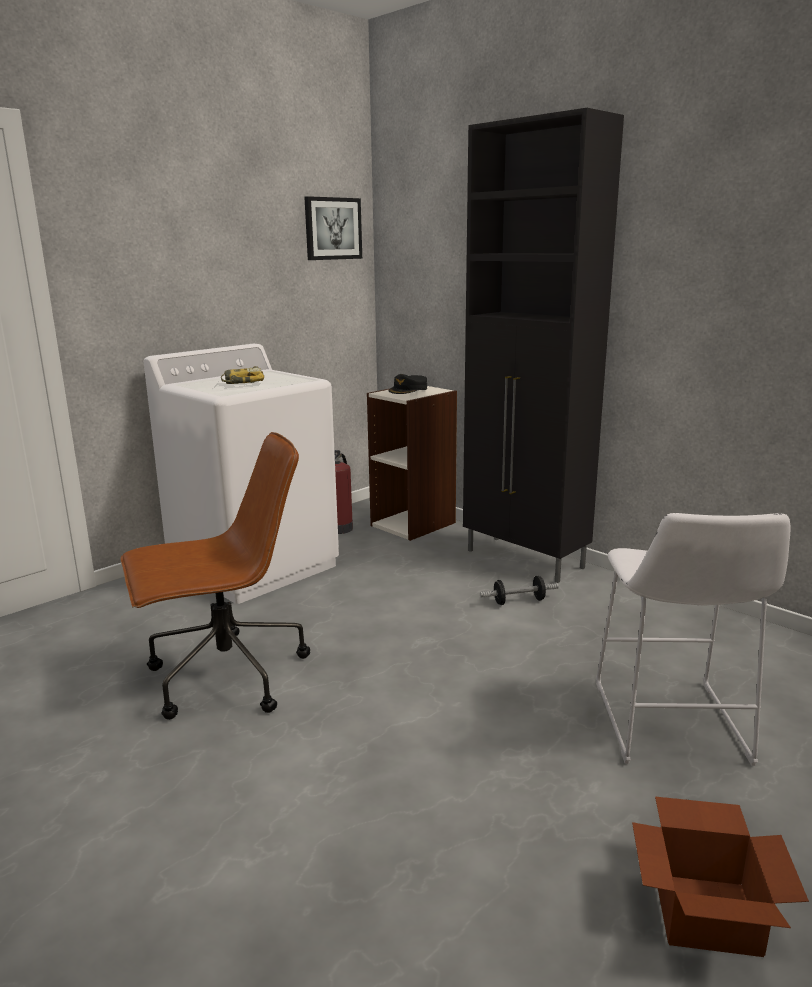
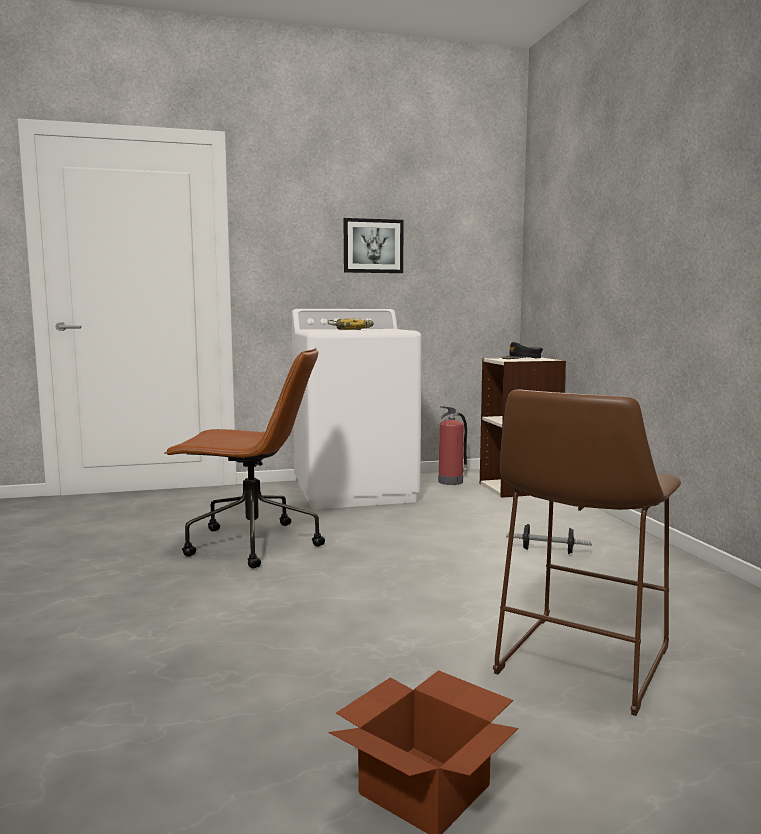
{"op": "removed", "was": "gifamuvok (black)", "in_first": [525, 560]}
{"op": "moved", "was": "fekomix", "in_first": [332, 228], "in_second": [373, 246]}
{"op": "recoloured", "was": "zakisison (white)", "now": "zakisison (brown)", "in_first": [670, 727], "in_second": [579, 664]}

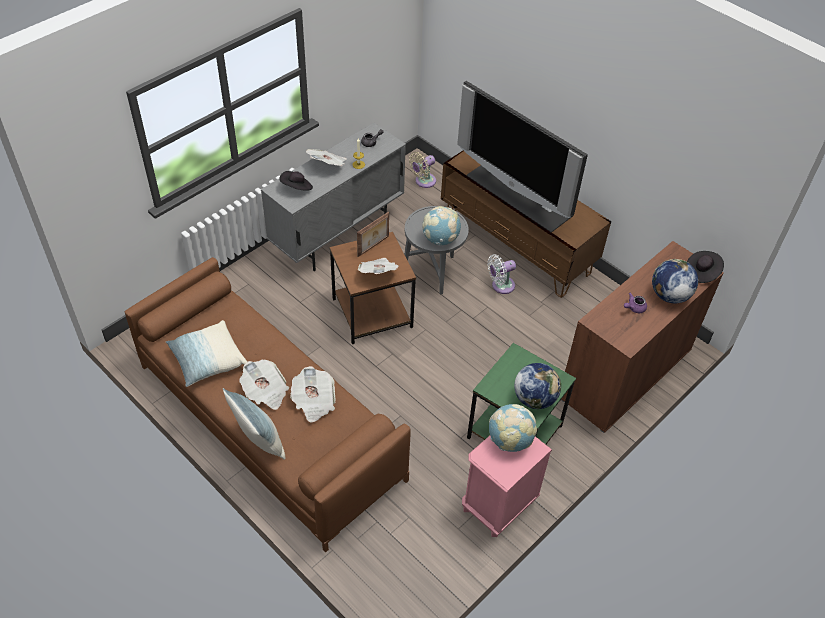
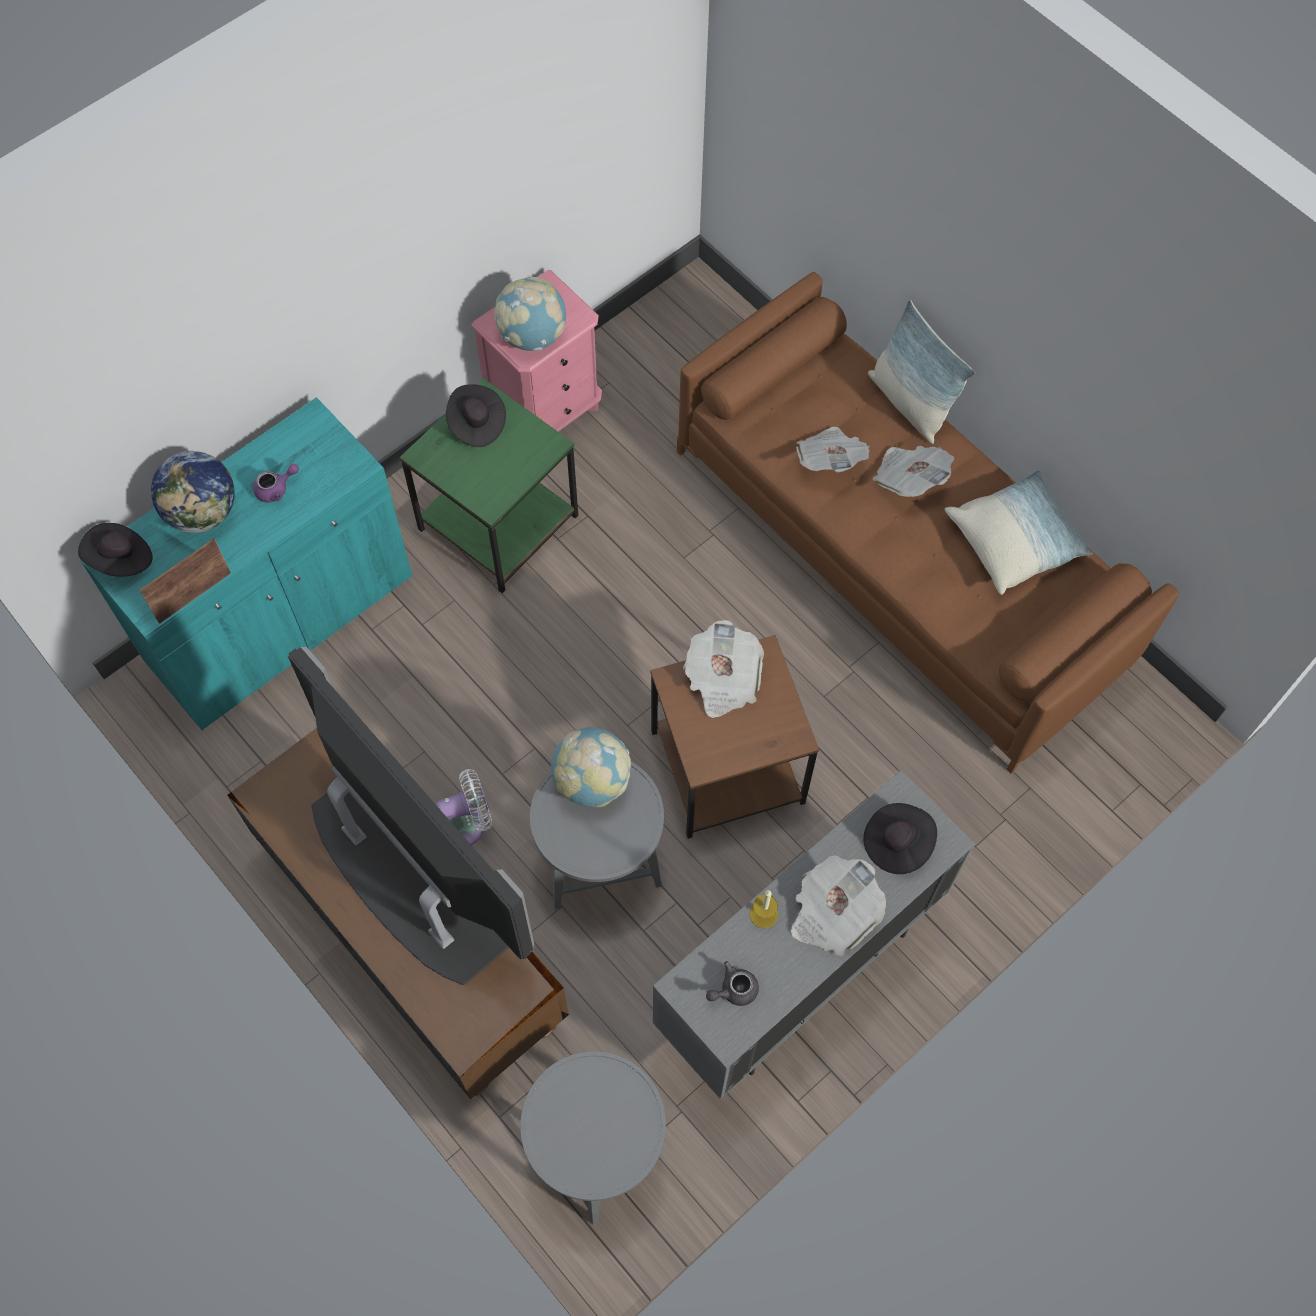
{"op": "moved", "was": "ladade", "in_first": [373, 246], "in_second": [193, 596]}
{"op": "replaced", "was": "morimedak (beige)", "now": "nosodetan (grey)", "in_first": [423, 181], "in_second": [597, 1149]}
{"op": "replaced", "was": "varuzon", "now": "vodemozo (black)", "in_first": [534, 398], "in_second": [476, 424]}
{"op": "recoloured", "was": "gifamuvok (brown)", "now": "gifamuvok (turquoise)", "in_first": [625, 374], "in_second": [280, 619]}

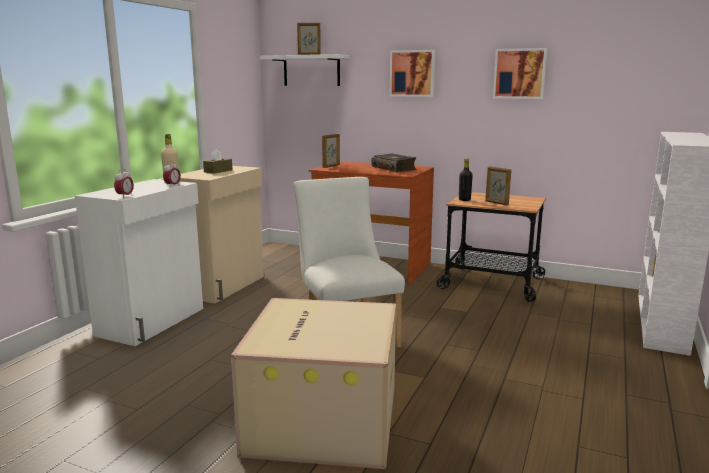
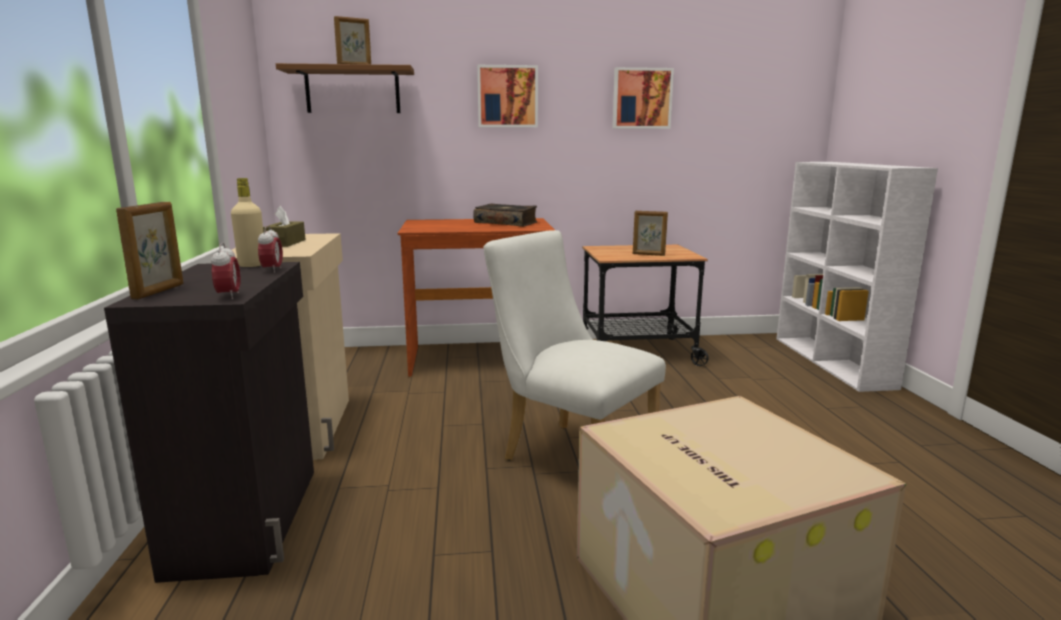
{"op": "removed", "was": "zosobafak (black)", "in_first": [464, 200]}
{"op": "moved", "was": "ladade", "in_first": [331, 166], "in_second": [159, 291]}
{"op": "recoloured", "was": "gifamuvok (white)", "now": "gifamuvok (black)", "in_first": [153, 321], "in_second": [249, 518]}
{"op": "recoloured", "was": "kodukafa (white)", "now": "kodukafa (brown)", "in_first": [311, 71], "in_second": [352, 91]}

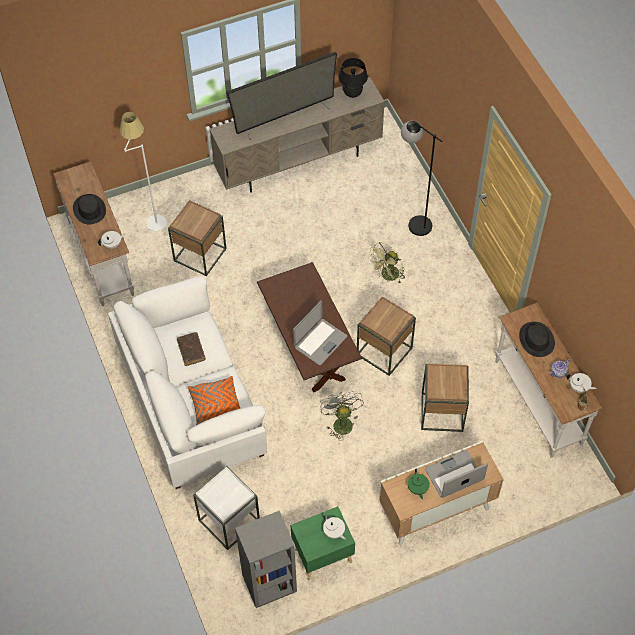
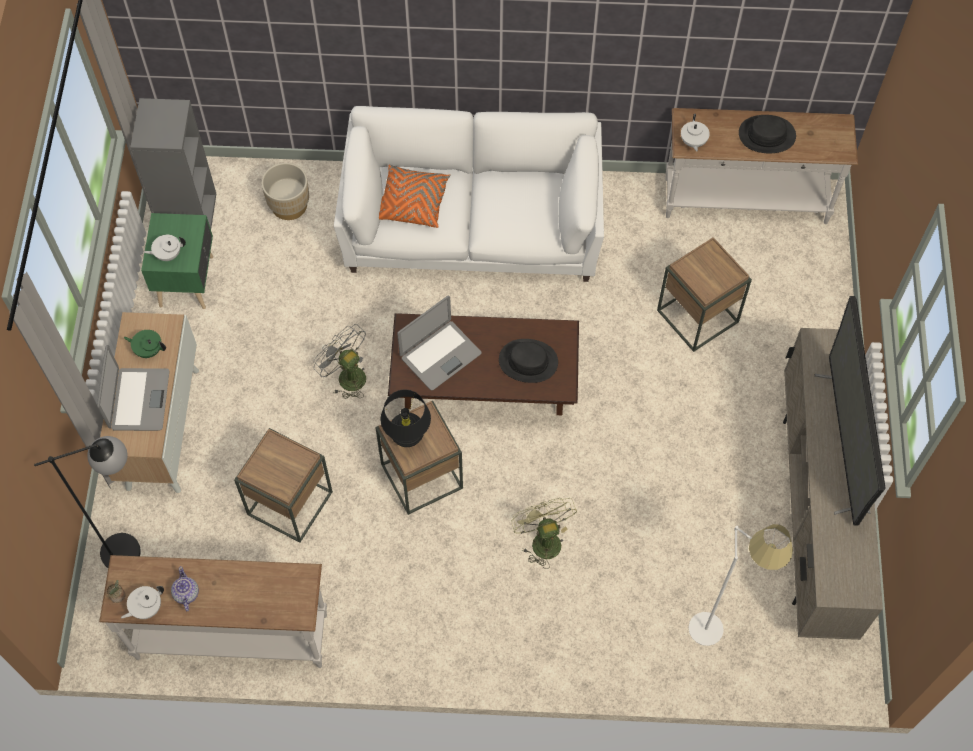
{"op": "removed", "was": "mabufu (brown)", "in_first": [191, 351]}
{"op": "moved", "was": "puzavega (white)", "in_first": [151, 217], "in_second": [721, 625]}
{"op": "moved", "was": "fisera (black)", "in_first": [352, 93], "in_second": [407, 436]}
{"op": "moved", "was": "puzavega (black)", "in_first": [413, 221], "in_second": [134, 547]}
{"op": "moved", "was": "vodemozo (black)", "in_first": [536, 340], "in_second": [528, 361]}
{"op": "replaced", "was": "nosodetan (white)", "now": "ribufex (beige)", "in_first": [229, 520], "in_second": [289, 205]}
{"op": "turned", "was": "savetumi", "in_first": [320, 342], "in_second": [440, 355], "clockwise": -105}
{"op": "turned", "was": "morimedak (grey)", "in_first": [341, 422], "in_second": [346, 376], "clockwise": -150}

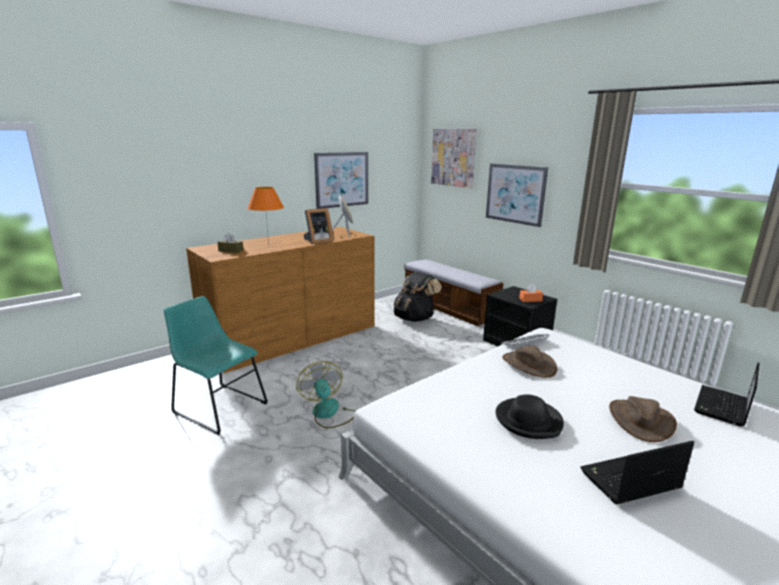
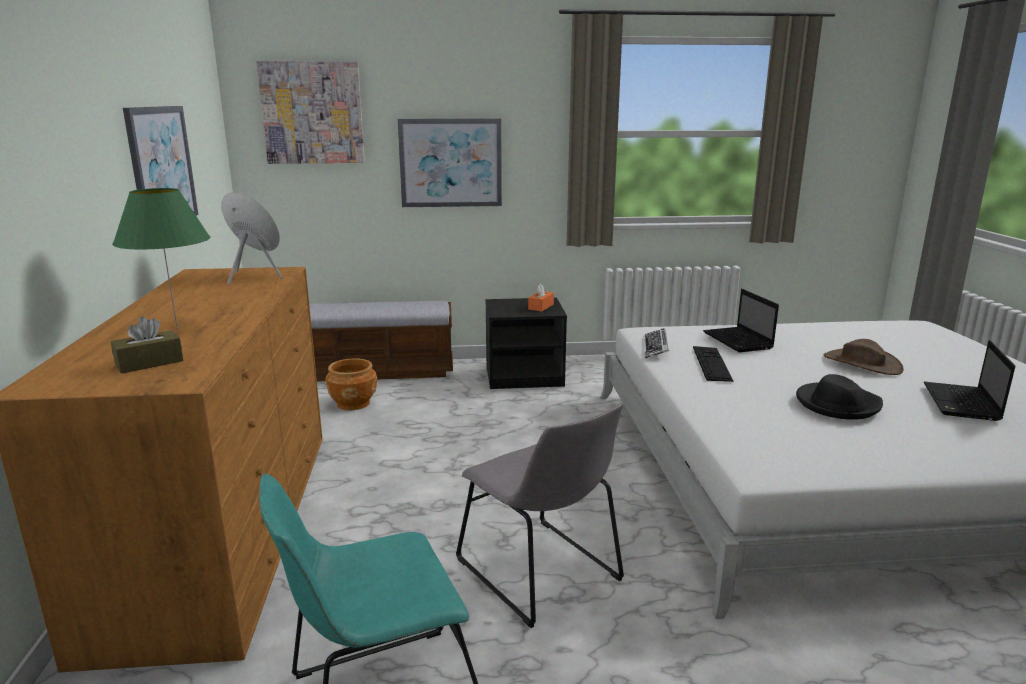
{"op": "removed", "was": "ladade", "in_first": [317, 241]}
{"op": "moved", "was": "savetumi", "in_first": [722, 407], "in_second": [738, 341]}
{"op": "replaced", "was": "morimedak", "now": "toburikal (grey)", "in_first": [328, 413], "in_second": [542, 573]}
{"op": "replaced", "was": "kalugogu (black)", "now": "ribufex (brown)", "in_first": [414, 318], "in_second": [353, 403]}
{"op": "replaced", "was": "vodemozo (brown)", "now": "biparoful", "in_first": [528, 364], "in_second": [711, 363]}
{"op": "recoloured", "was": "fisera (orange)", "now": "fisera (green)", "in_first": [268, 244], "in_second": [176, 328]}

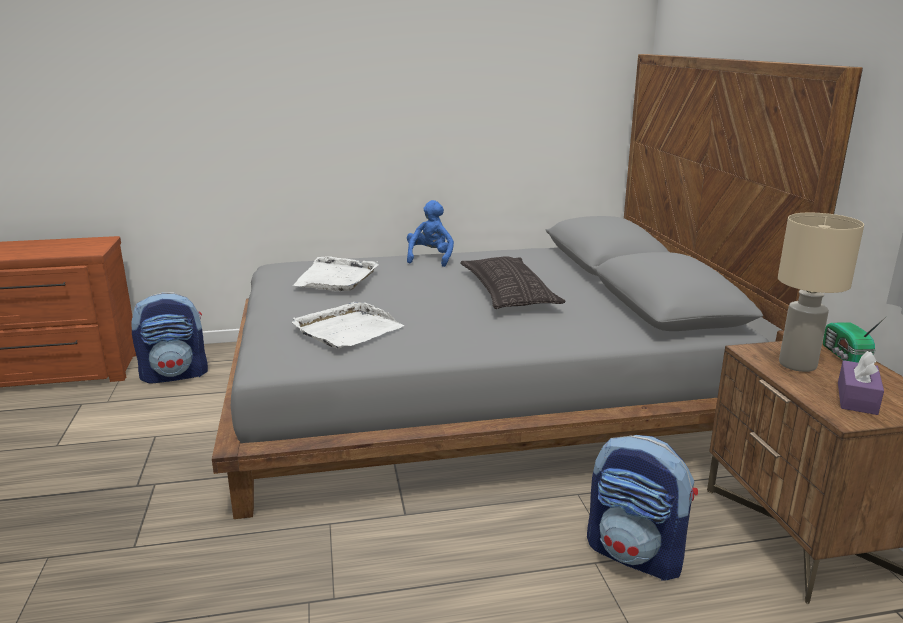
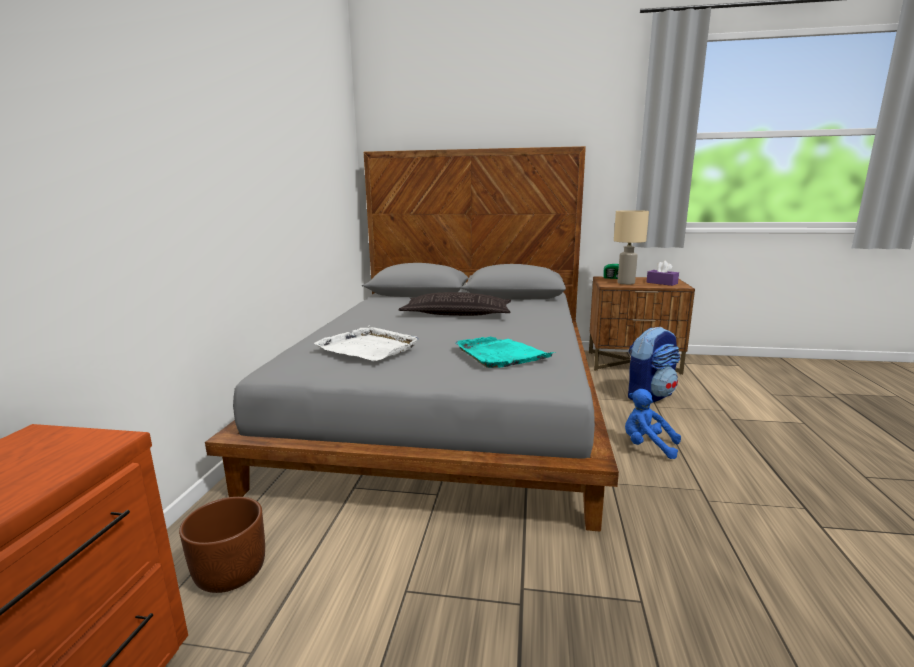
{"op": "moved", "was": "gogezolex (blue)", "in_first": [430, 258], "in_second": [647, 446]}
{"op": "replaced", "was": "kalugogu", "now": "ribufex (brown)", "in_first": [175, 374], "in_second": [230, 572]}
{"op": "recoloured", "was": "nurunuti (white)", "now": "nurunuti (turquoise)", "in_first": [347, 330], "in_second": [501, 355]}

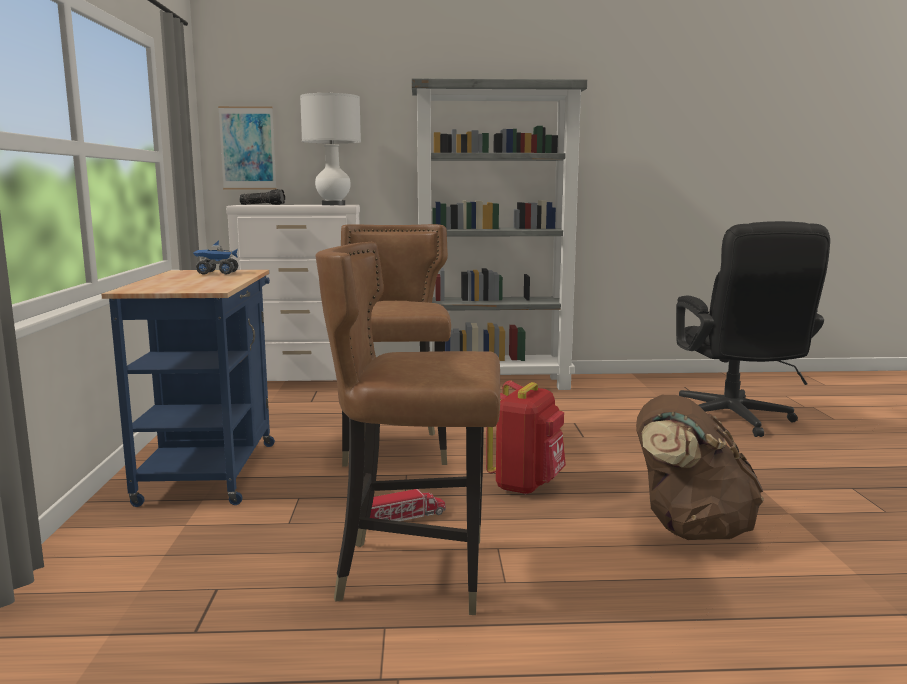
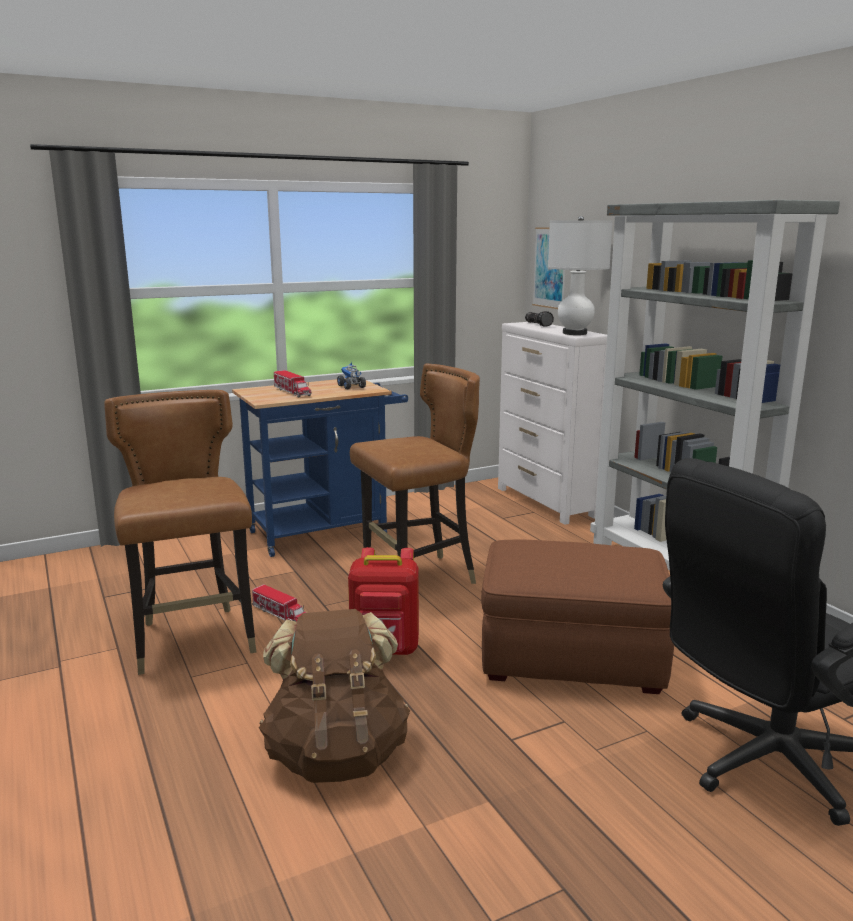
{"op": "added", "now": "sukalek", "in_second": [292, 392]}
{"op": "added", "now": "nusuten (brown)", "in_second": [570, 658]}

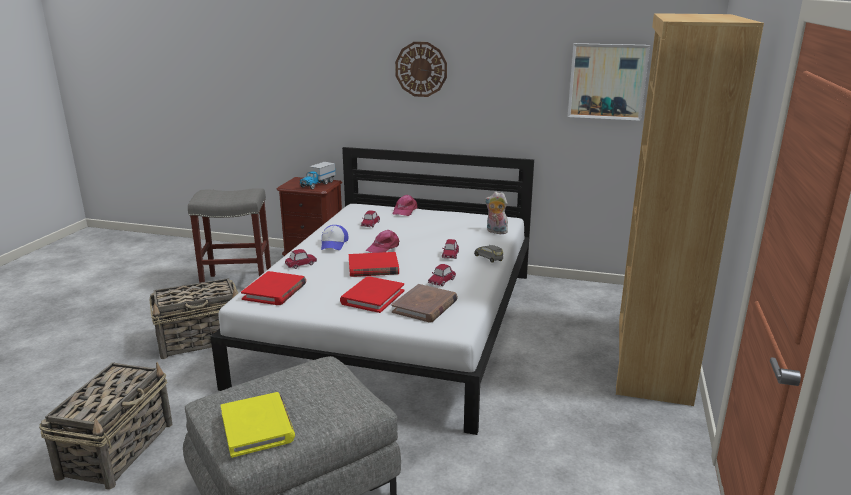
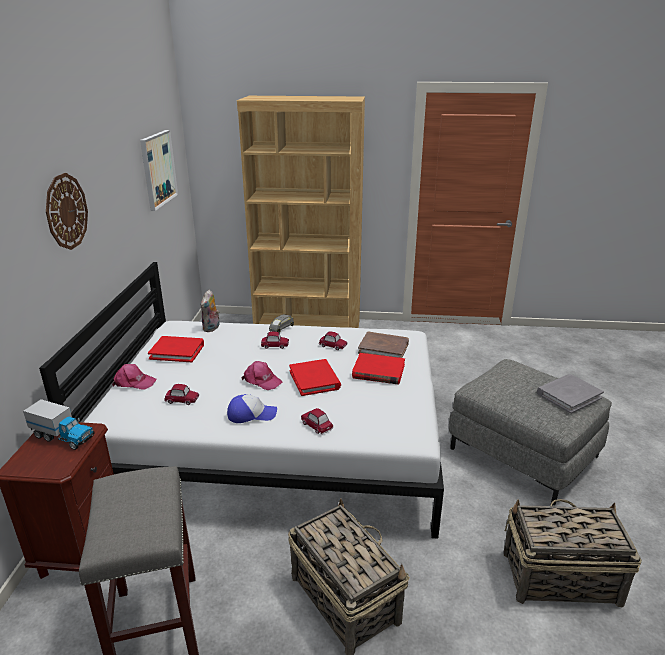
{"op": "moved", "was": "mabufu (red)", "in_first": [275, 291], "in_second": [177, 351]}
{"op": "recoloured", "was": "mabufu (yellow)", "now": "mabufu (grey)", "in_first": [257, 427], "in_second": [568, 395]}

